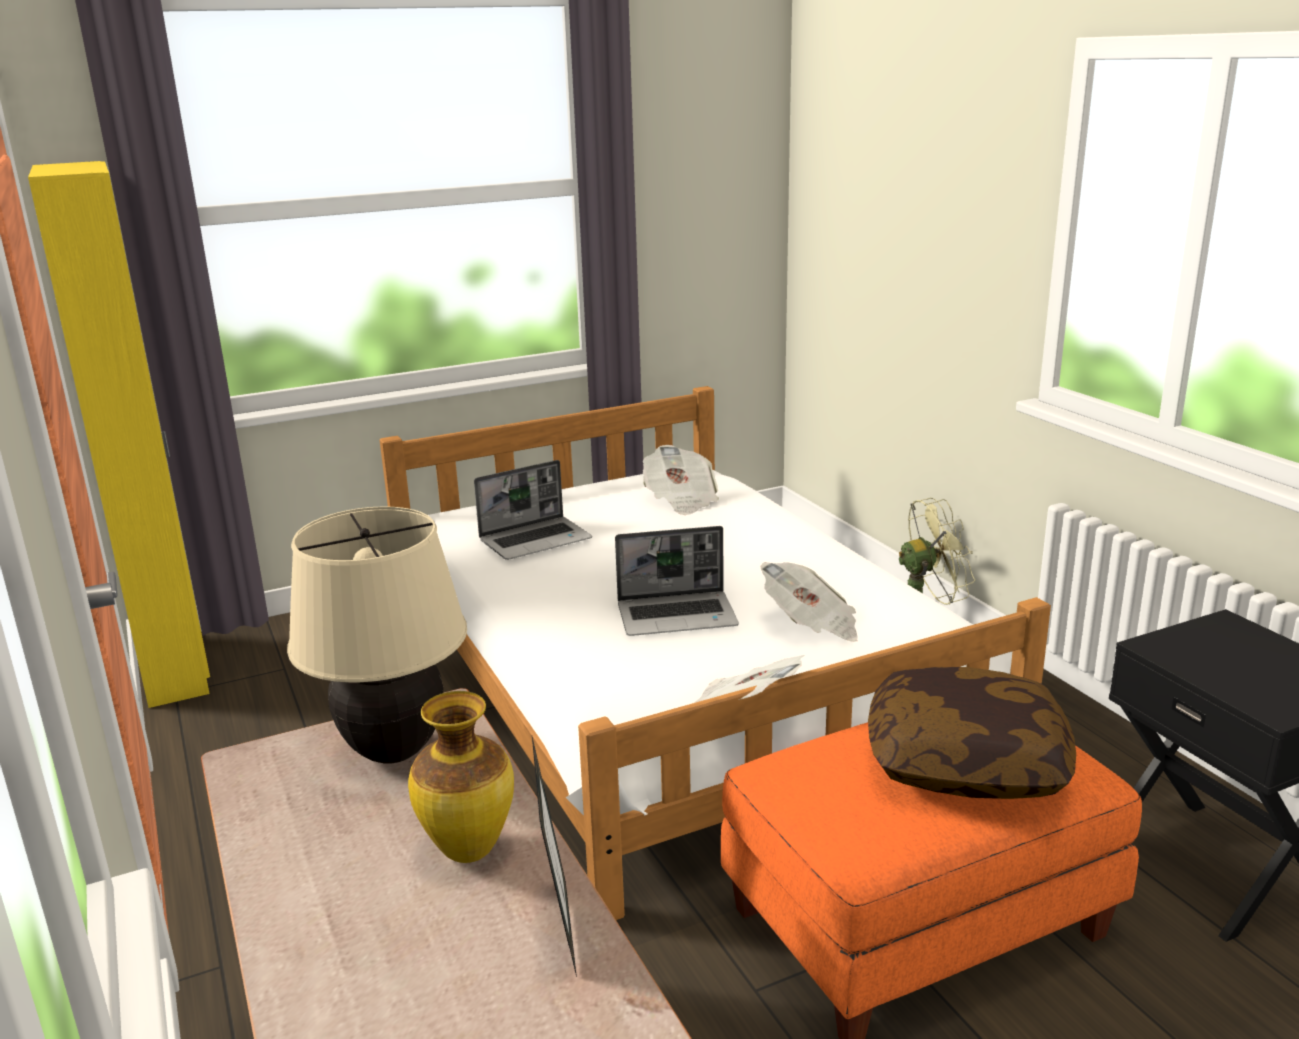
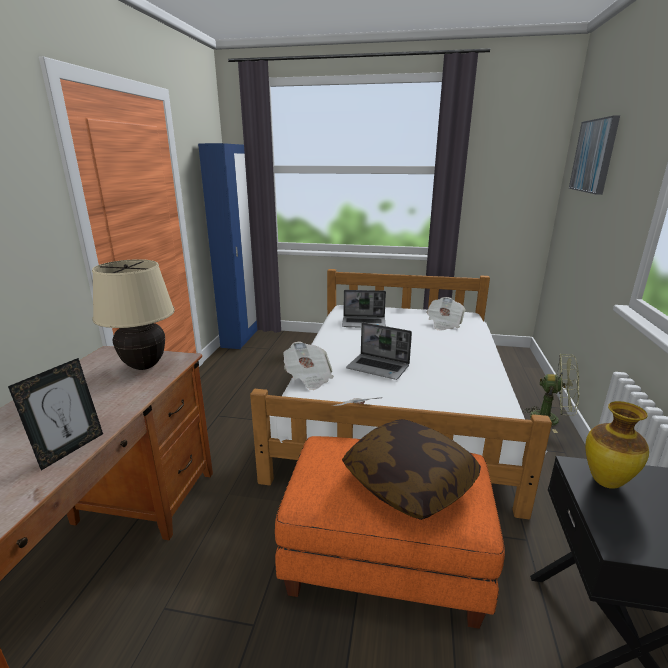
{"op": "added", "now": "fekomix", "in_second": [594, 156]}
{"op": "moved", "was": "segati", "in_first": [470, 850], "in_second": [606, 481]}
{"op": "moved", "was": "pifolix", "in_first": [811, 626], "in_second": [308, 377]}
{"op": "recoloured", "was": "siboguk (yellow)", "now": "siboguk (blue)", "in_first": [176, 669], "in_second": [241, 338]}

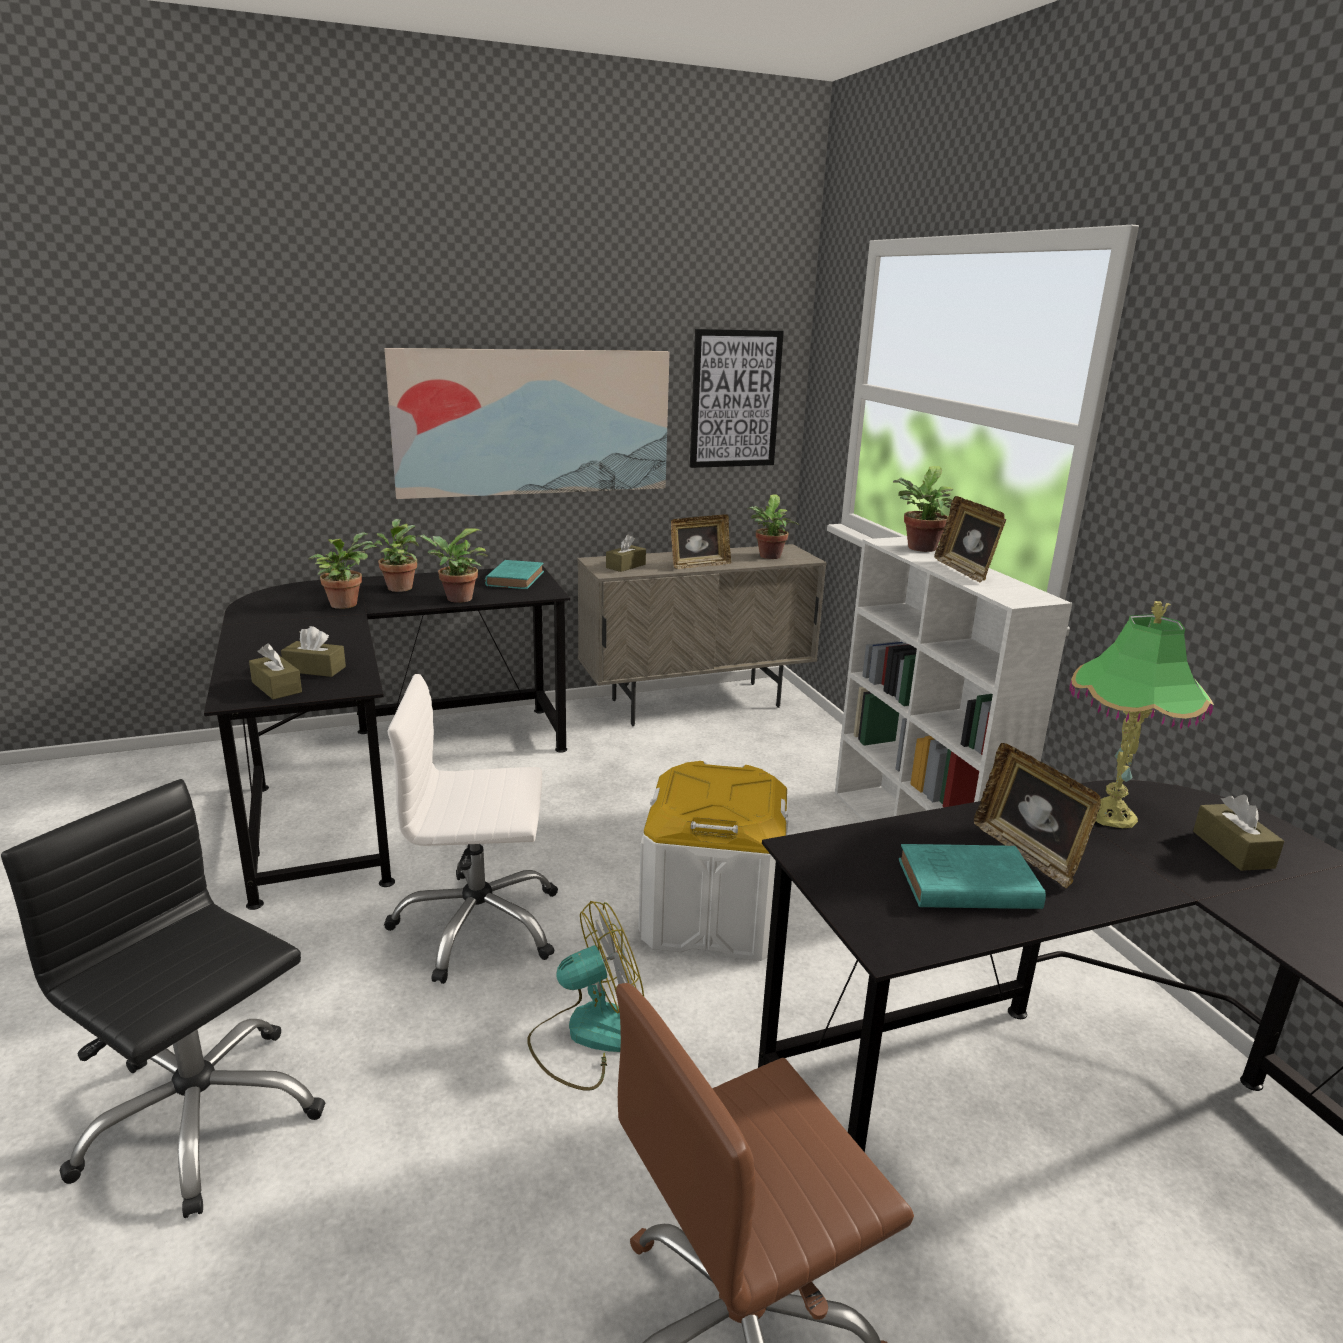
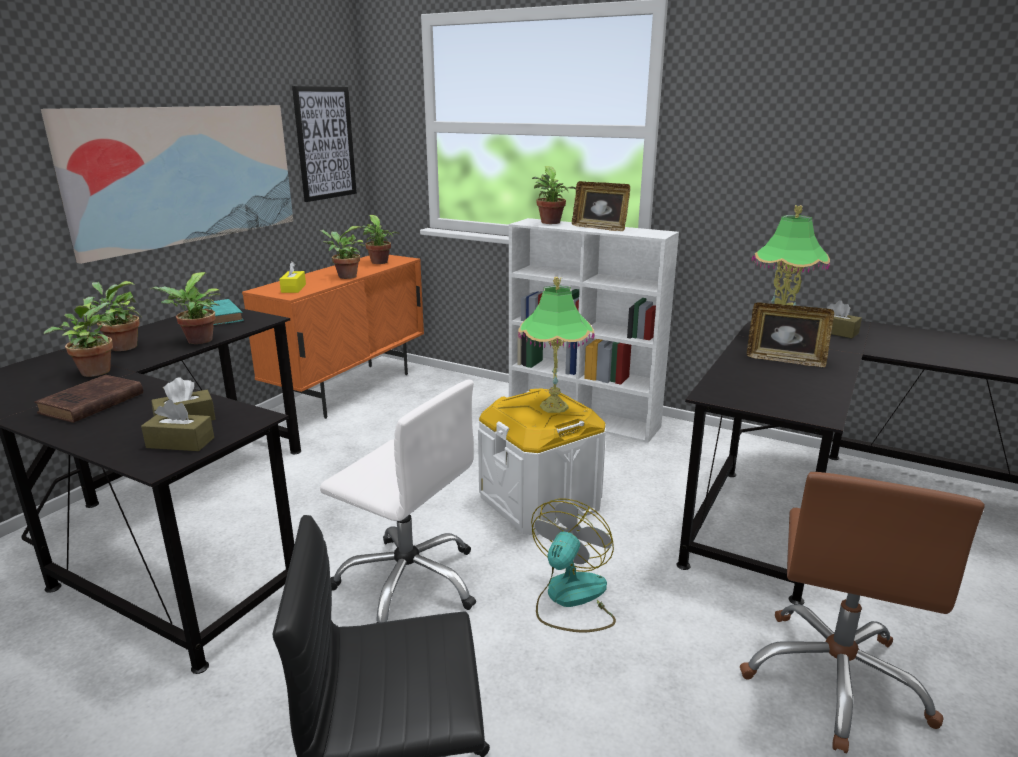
{"op": "removed", "was": "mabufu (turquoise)", "in_first": [963, 884]}
{"op": "added", "now": "mabufu (brown)", "in_second": [90, 404]}
{"op": "added", "now": "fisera", "in_second": [553, 407]}
{"op": "replaced", "was": "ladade", "now": "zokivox", "in_first": [699, 565], "in_second": [345, 277]}
{"op": "recoloured", "was": "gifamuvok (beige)", "now": "gifamuvok (orange)", "in_first": [696, 703], "in_second": [350, 390]}
{"op": "recoloured", "was": "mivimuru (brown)", "now": "mivimuru (yellow)", "in_first": [625, 566], "in_second": [293, 288]}
{"op": "turned", "was": "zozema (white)", "in_first": [478, 926], "in_second": [409, 582], "clockwise": -105}

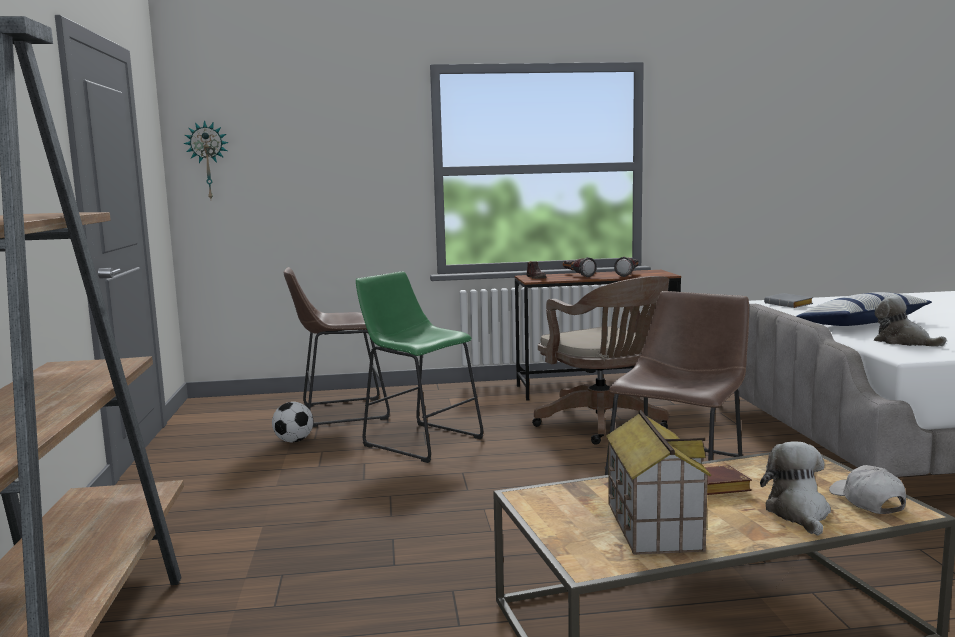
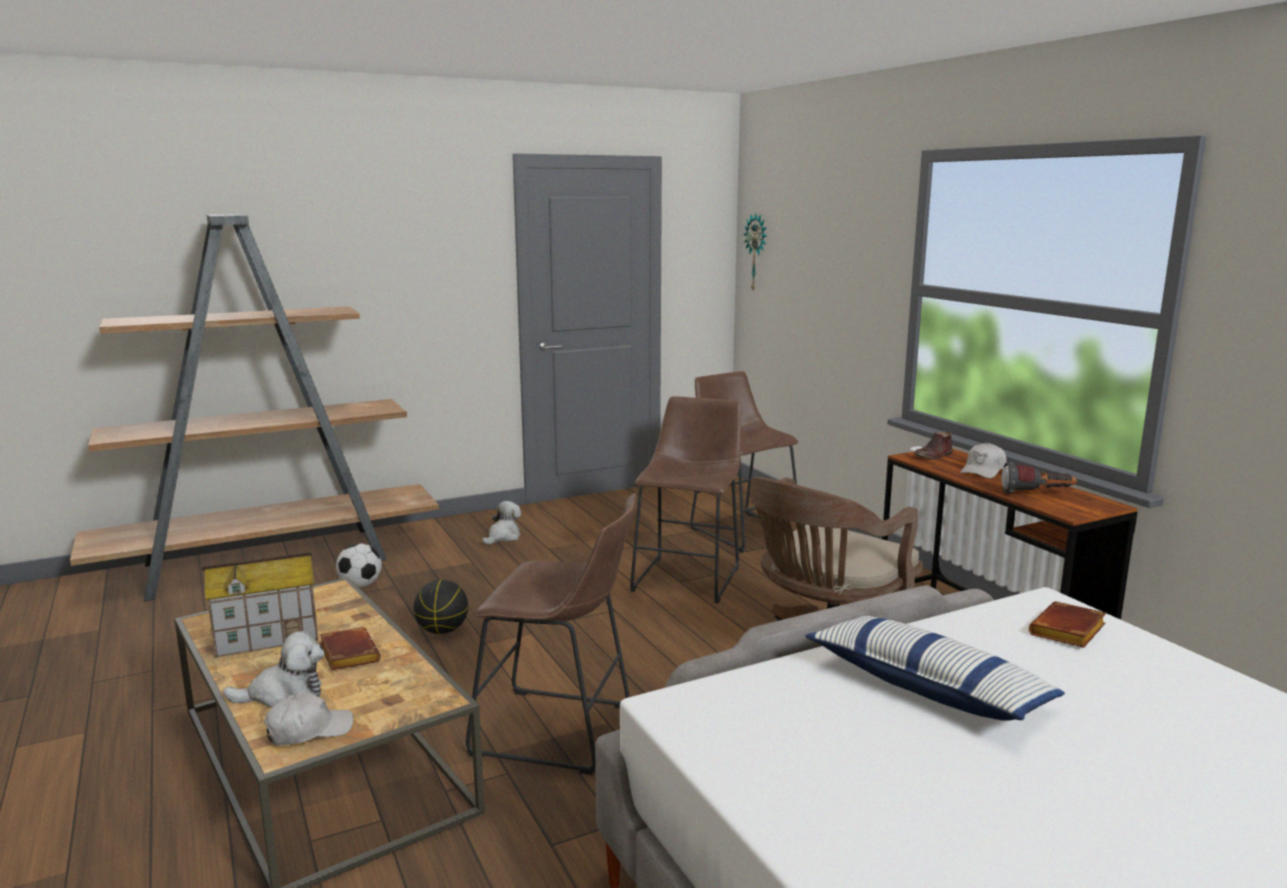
{"op": "added", "now": "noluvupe", "in_second": [443, 631]}
{"op": "moved", "was": "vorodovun", "in_first": [294, 441], "in_second": [360, 585]}
{"op": "moved", "was": "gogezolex", "in_first": [903, 342], "in_second": [503, 537]}
{"op": "replaced", "was": "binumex", "now": "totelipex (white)", "in_first": [577, 275], "in_second": [983, 471]}
{"op": "recoloured", "was": "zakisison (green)", "now": "zakisison (brown)", "in_first": [418, 440], "in_second": [689, 576]}
{"op": "recoloured", "was": "mabufu (grey)", "now": "mabufu (brown)", "in_first": [790, 305], "in_second": [1068, 632]}

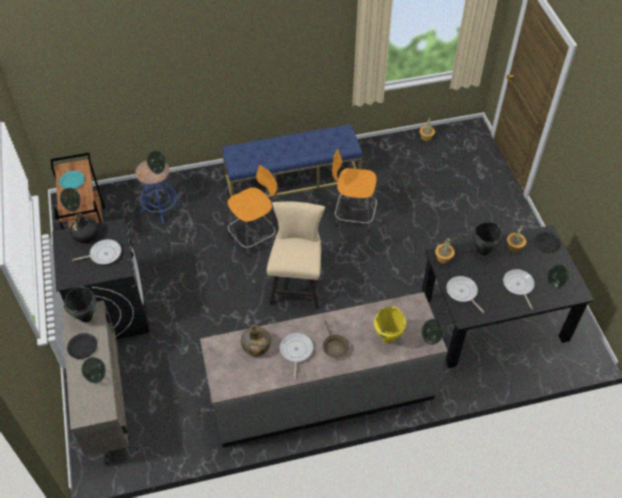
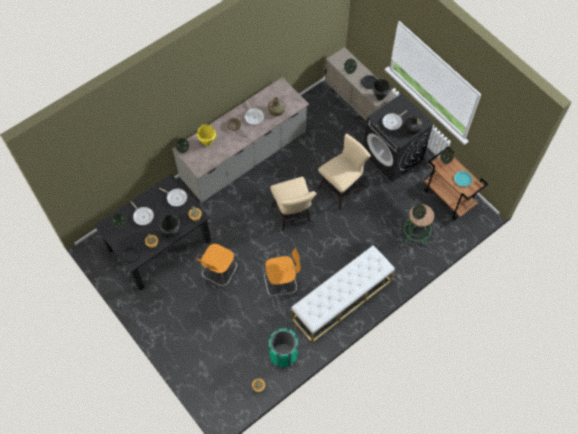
{"op": "added", "now": "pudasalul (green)", "in_second": [283, 353]}
{"op": "added", "now": "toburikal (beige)", "in_second": [341, 189]}
{"op": "moved", "was": "zakisison (orange)", "in_first": [254, 236], "in_second": [219, 274]}
{"op": "recoloured", "was": "zakisison (blue)", "now": "zakisison (green)", "in_first": [160, 208], "in_second": [415, 234]}
{"op": "recoloured", "was": "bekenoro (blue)", "now": "bekenoro (white)", "in_first": [292, 177], "in_second": [341, 299]}

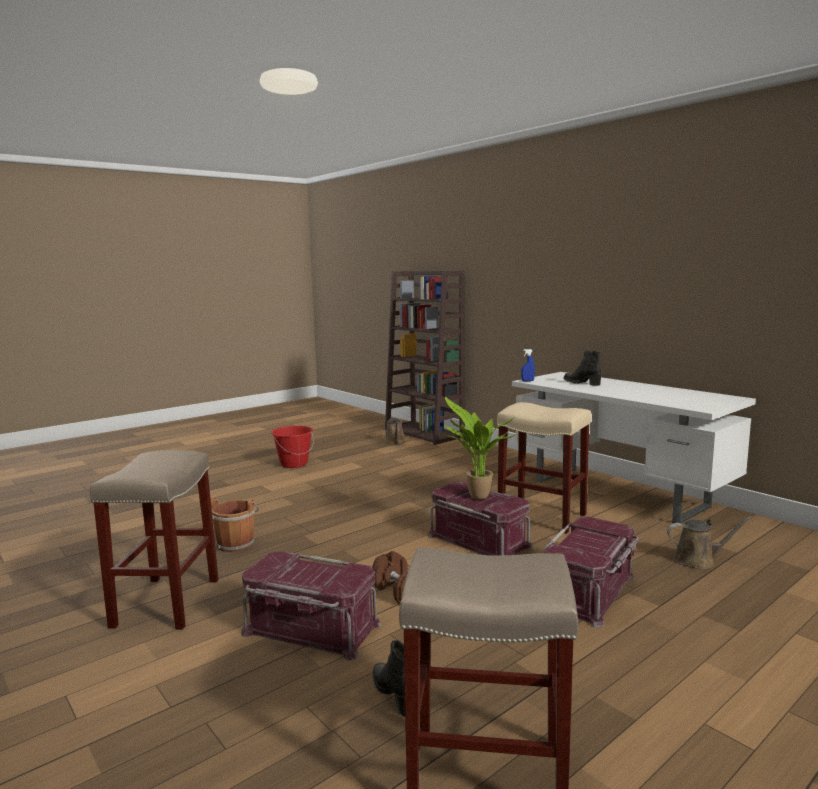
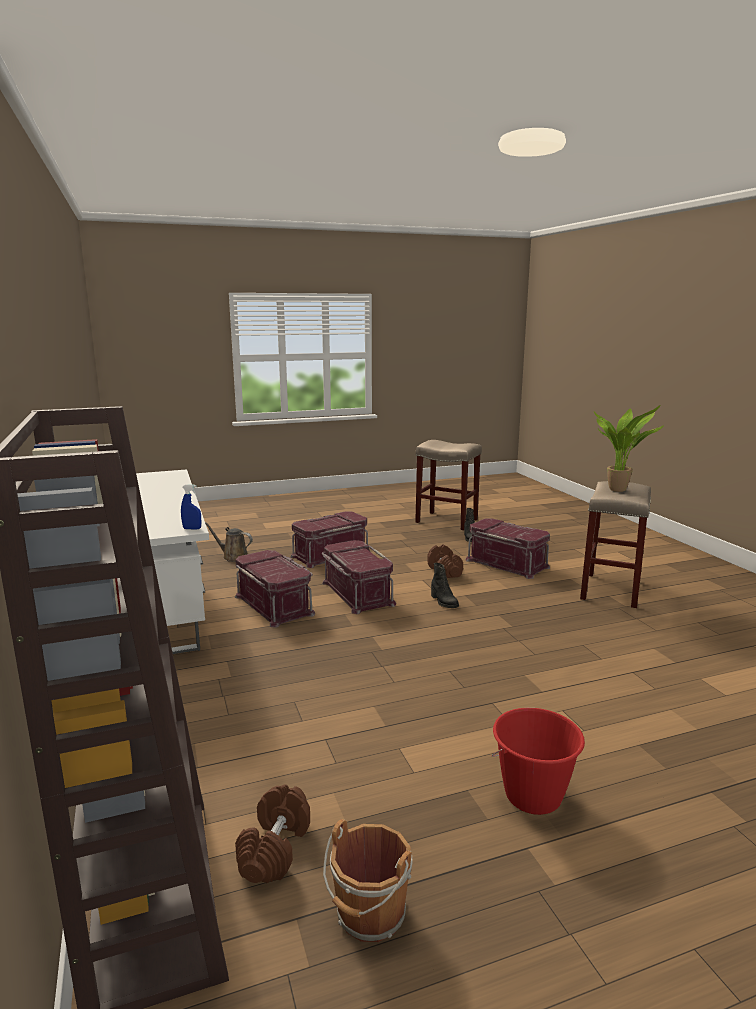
{"op": "moved", "was": "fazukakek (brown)", "in_first": [236, 543], "in_second": [369, 916]}
{"op": "moved", "was": "zokivox", "in_first": [476, 498], "in_second": [620, 490]}
{"op": "moved", "was": "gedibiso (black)", "in_first": [582, 383], "in_second": [443, 602]}
{"op": "replaced", "was": "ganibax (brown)", "now": "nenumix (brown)", "in_first": [395, 443], "in_second": [274, 848]}
{"op": "replaced", "was": "zakisison (beige)", "now": "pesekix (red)", "in_first": [540, 516], "in_second": [275, 605]}

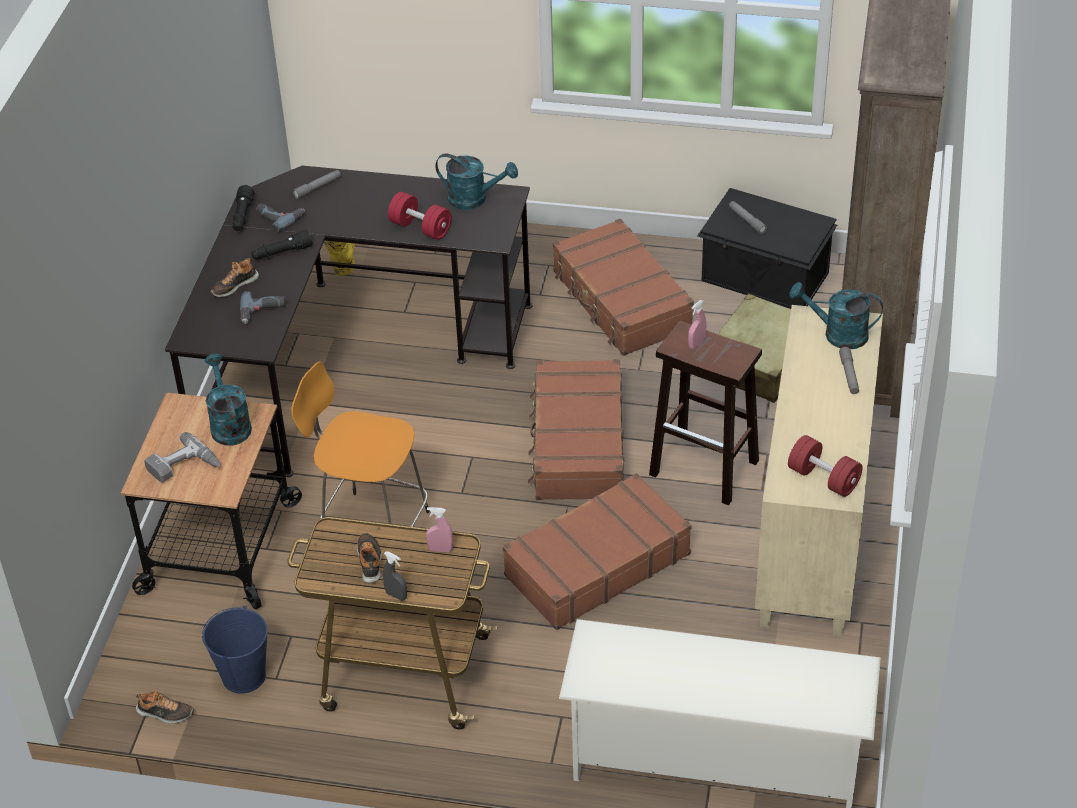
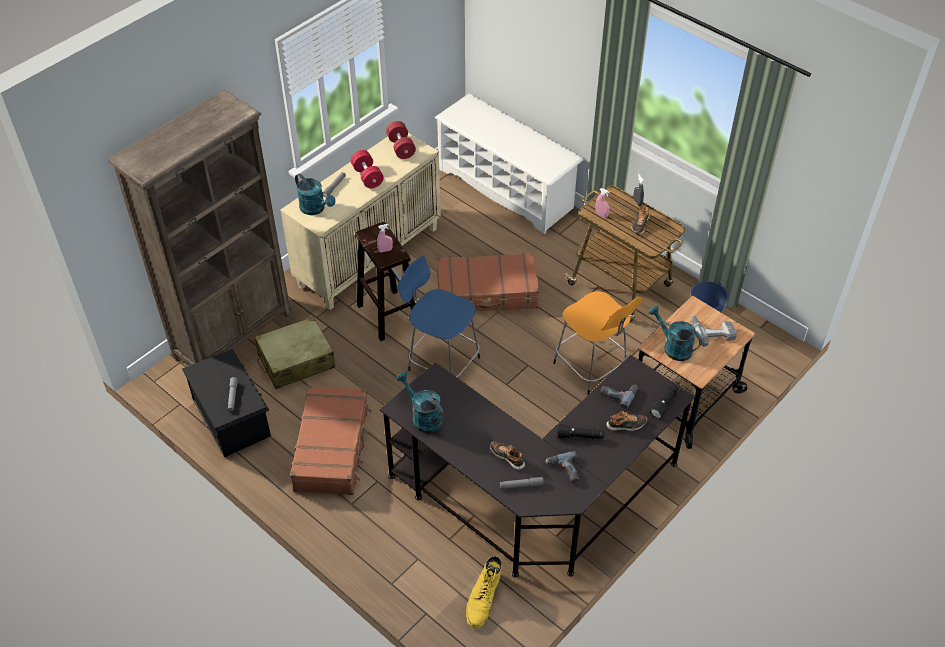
{"op": "moved", "was": "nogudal", "in_first": [165, 713], "in_second": [507, 456]}
{"op": "moved", "was": "binumex (black)", "in_first": [242, 216], "in_second": [665, 403]}
{"op": "moved", "was": "nenumix (red)", "in_first": [420, 228], "in_second": [367, 176]}
{"op": "replaced", "was": "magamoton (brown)", "now": "zakisison (blue)", "in_first": [577, 443], "in_second": [442, 362]}
{"op": "turned", "was": "ganibax (turquoise)", "in_first": [229, 424], "in_second": [673, 347], "clockwise": 120}

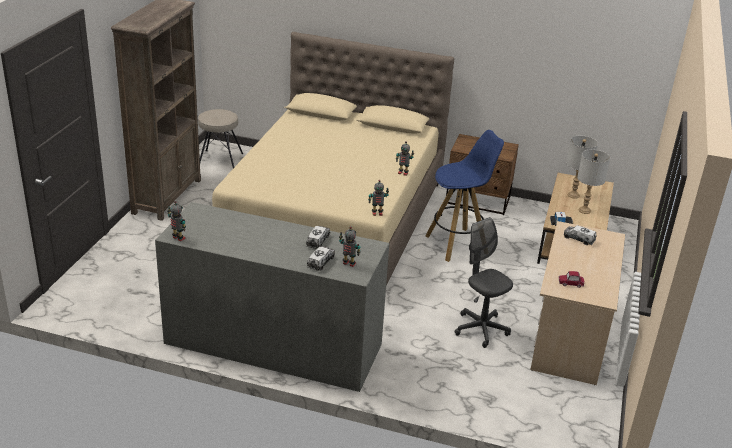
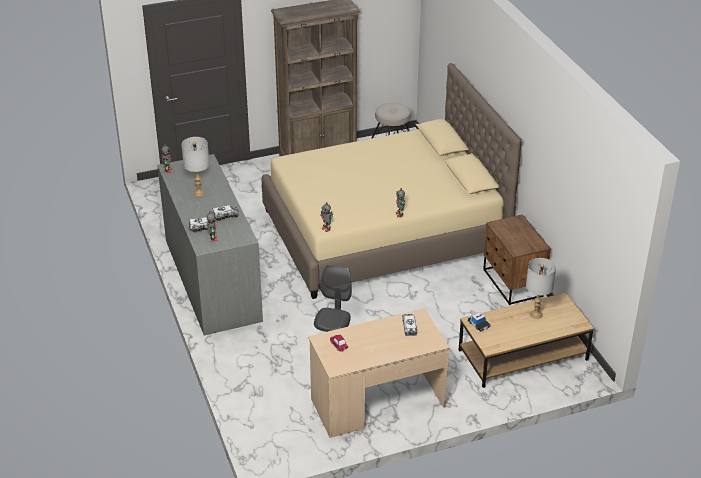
{"op": "removed", "was": "zakisison (blue)", "in_first": [457, 244]}
{"op": "moved", "was": "fisera (grey)", "in_first": [584, 210], "in_second": [199, 193]}

